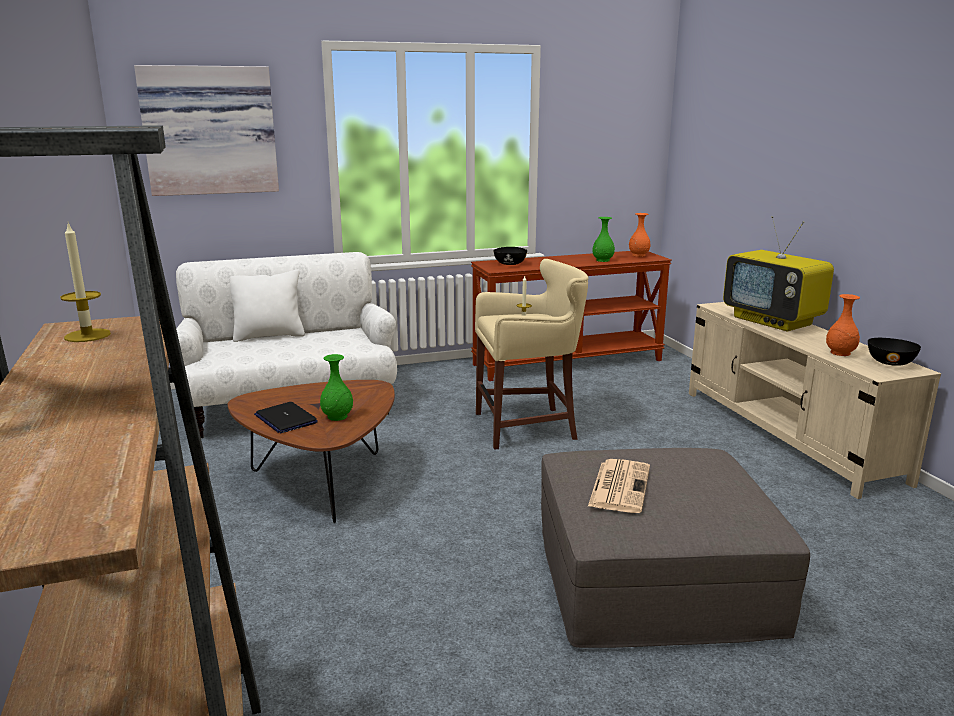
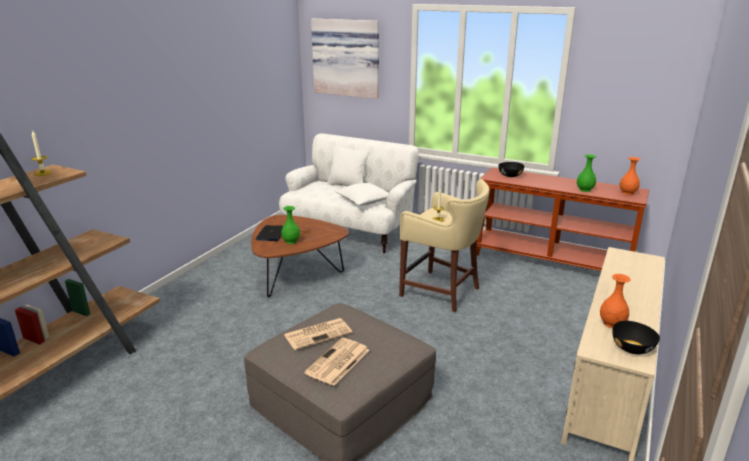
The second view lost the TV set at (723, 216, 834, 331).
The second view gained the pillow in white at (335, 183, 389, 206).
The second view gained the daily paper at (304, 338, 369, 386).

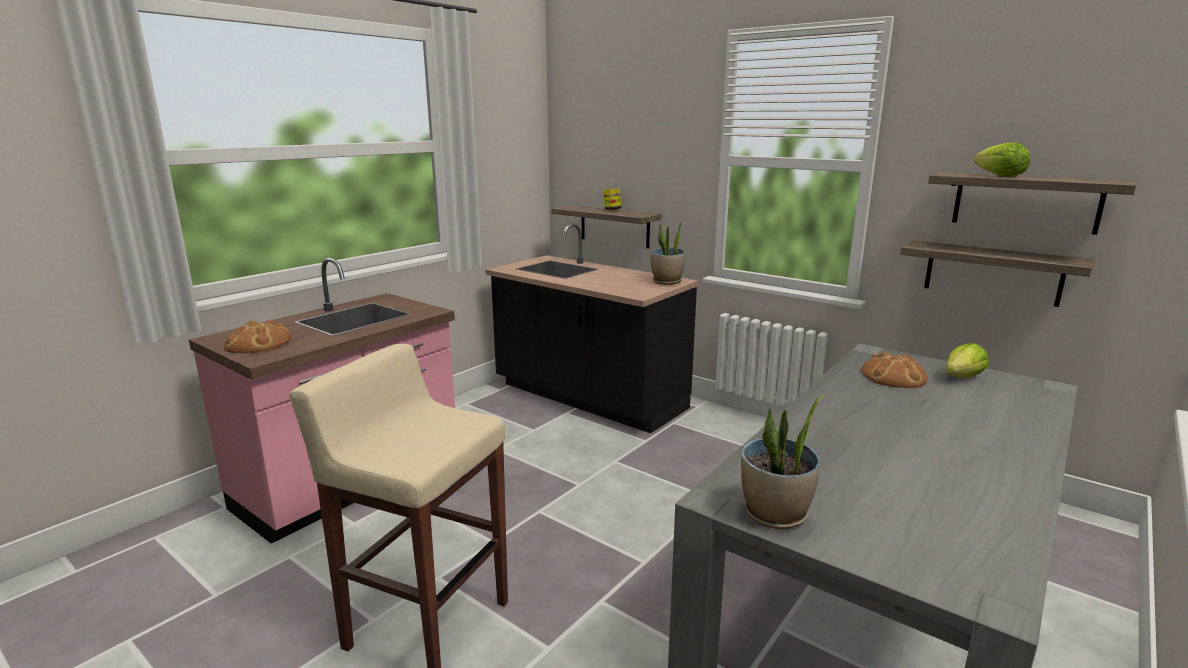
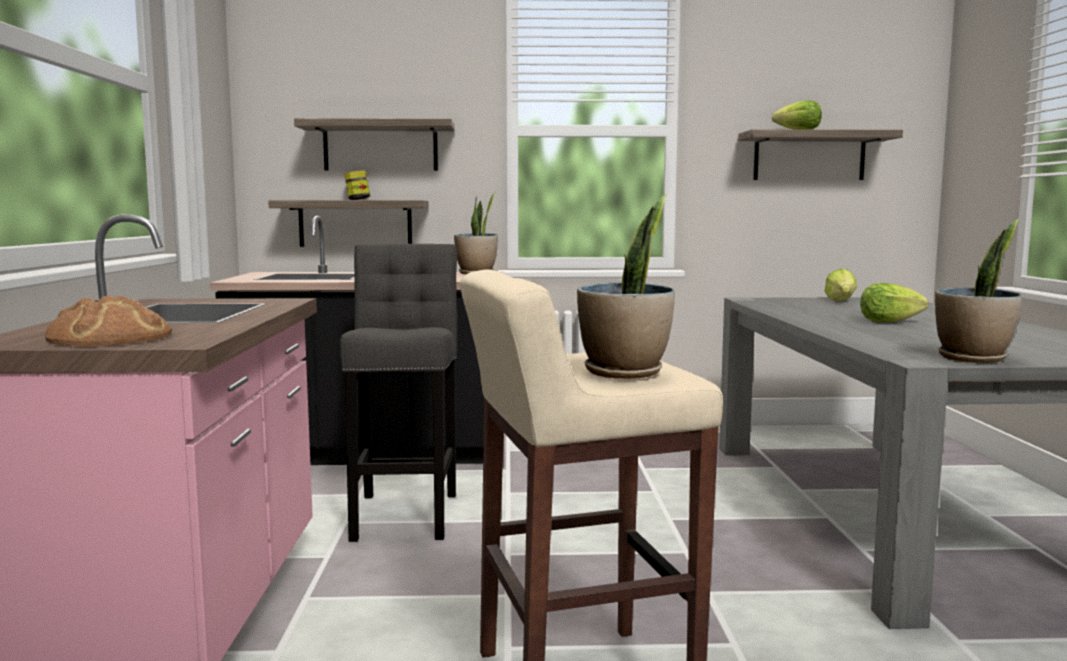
The bracket shelf ended up elsewhere, having gone from (900, 240, 1094, 307) to (294, 118, 455, 171).
The second view lost the baked bread at (862, 352, 928, 388).
The second view gained the plant in a pot at (577, 194, 675, 379).
The second view gained the stool in grey at (340, 244, 457, 542).
The second view gained the lettuce at (860, 283, 928, 322).

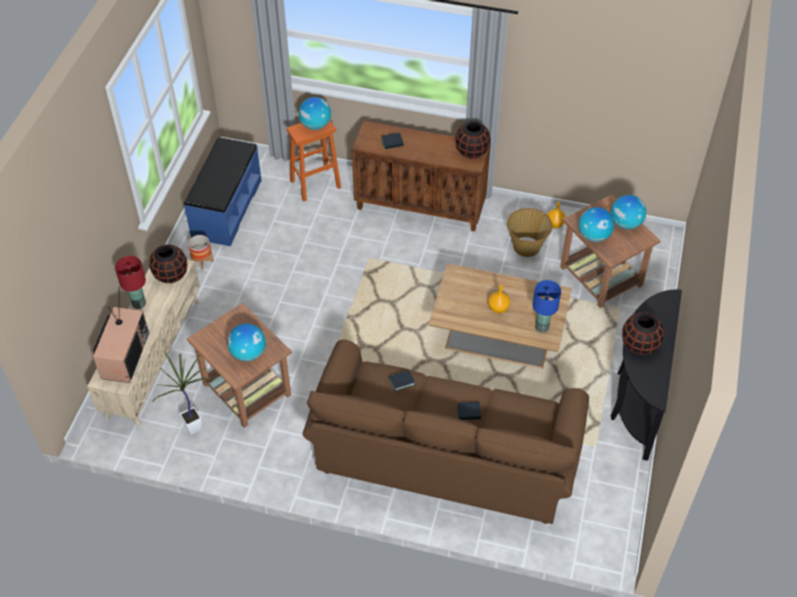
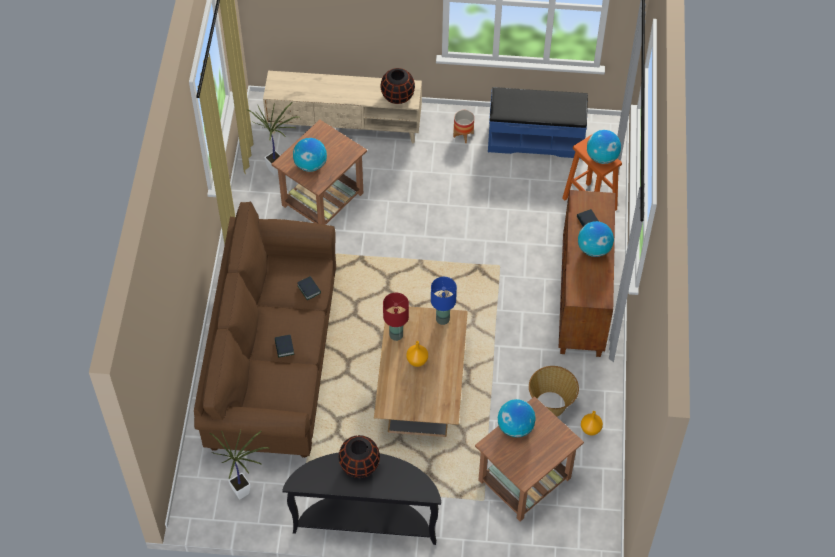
The second view lost the vase in black at (455, 121, 491, 159).
The world globe ended up elsewhere, having gone from (611, 195, 646, 230) to (578, 221, 614, 257).
The lamp for a table in red-coloured ended up elsewhere, having gone from (115, 256, 146, 309) to (383, 293, 409, 341).
The lamp for a table in blue ended up elsewhere, having gone from (533, 280, 561, 333) to (431, 277, 457, 325).
The second view lost the TV set at (93, 286, 149, 383).
The second view gained the plant in a pot at (210, 430, 269, 499).

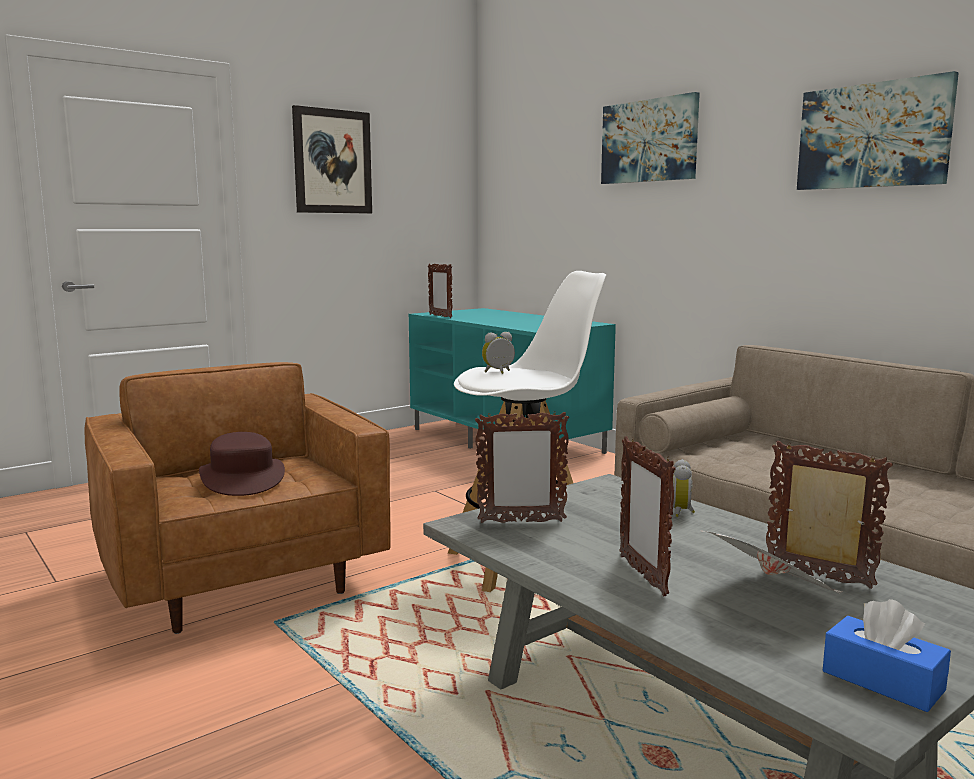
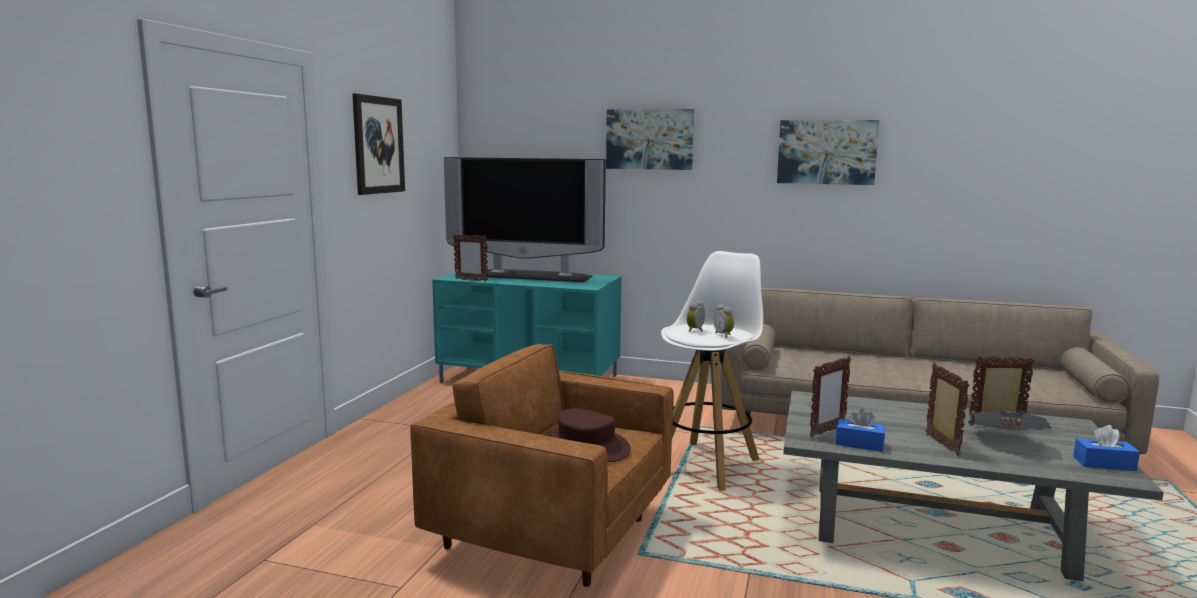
The picture frame at (619, 436, 675, 596) ended up facing another way, 135 degrees counterclockwise from before.
The alarm clock ended up elsewhere, having gone from (673, 459, 695, 517) to (713, 304, 734, 338).
The second view gained the TV set at (444, 157, 606, 282).
The second view gained the tissue box in blue at (836, 408, 885, 452).

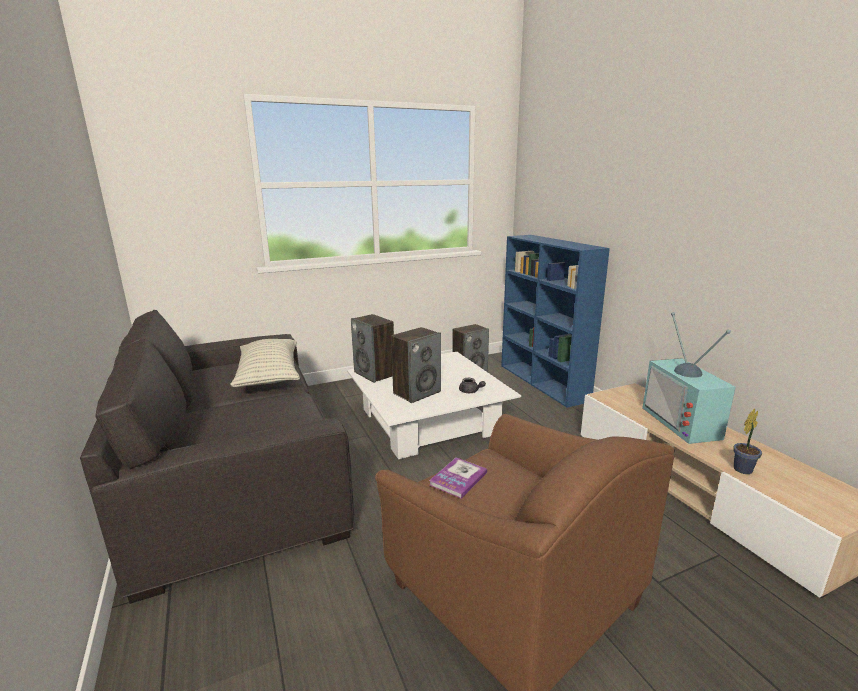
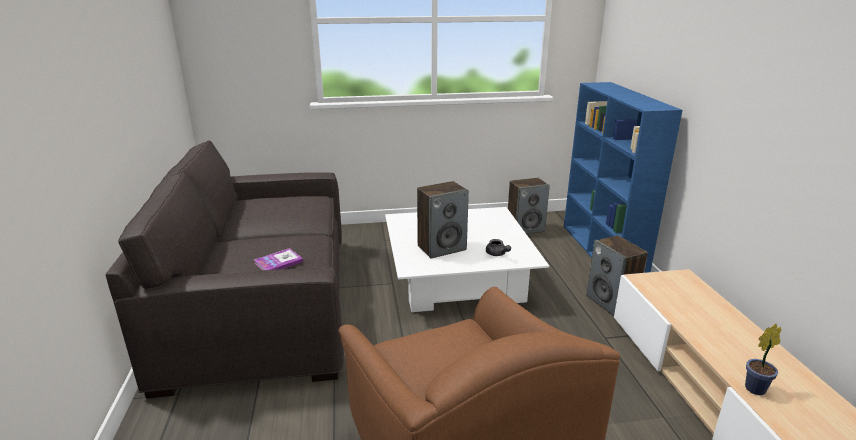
The second view lost the TV set at (642, 312, 736, 444).
The speaker ended up elsewhere, having gone from (351, 314, 394, 383) to (587, 235, 648, 316).
The second view lost the pillow at (230, 339, 300, 387).
The book ended up elsewhere, having gone from (429, 457, 487, 499) to (254, 248, 303, 270).

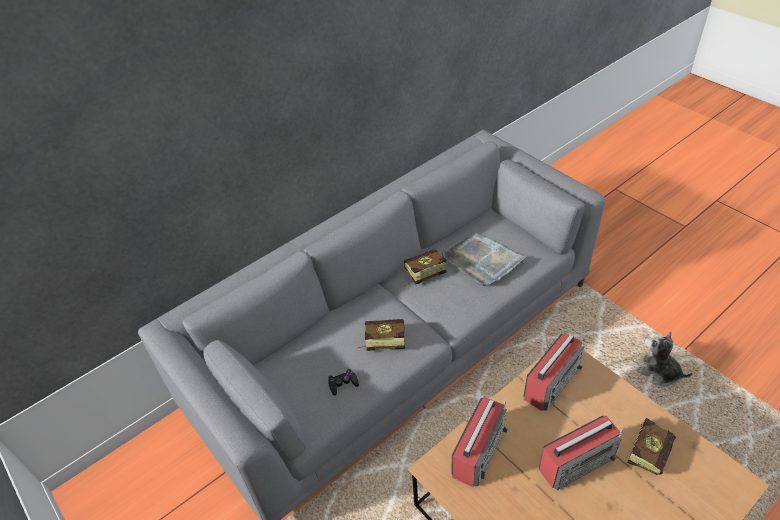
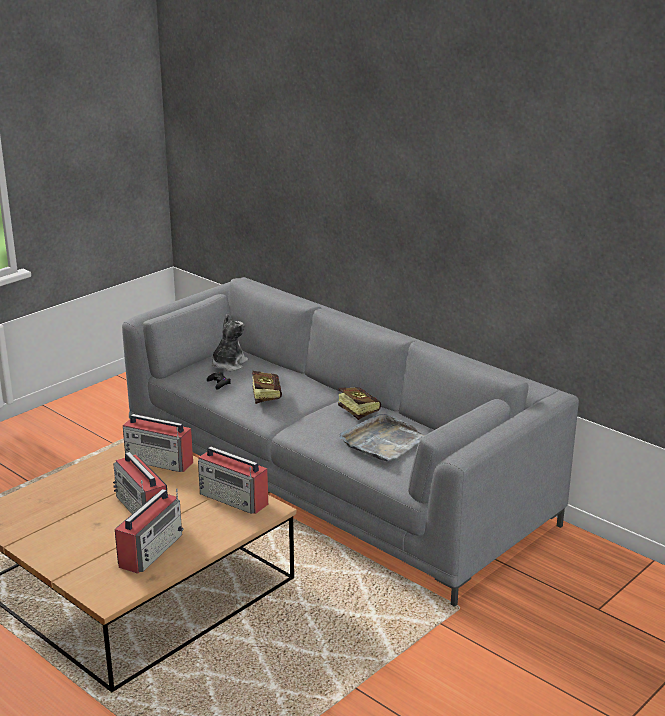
The plush toy ended up elsewhere, having gone from (637, 331, 693, 386) to (212, 314, 248, 371).
Where the book stood at (628, 418, 676, 475), the radio came to stand at (115, 488, 184, 574).

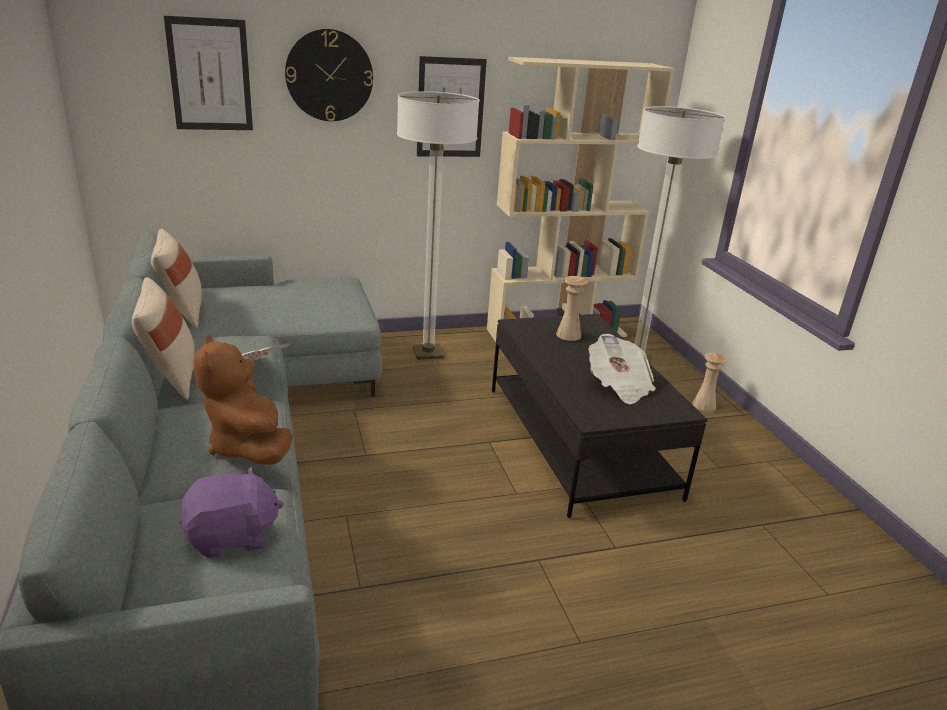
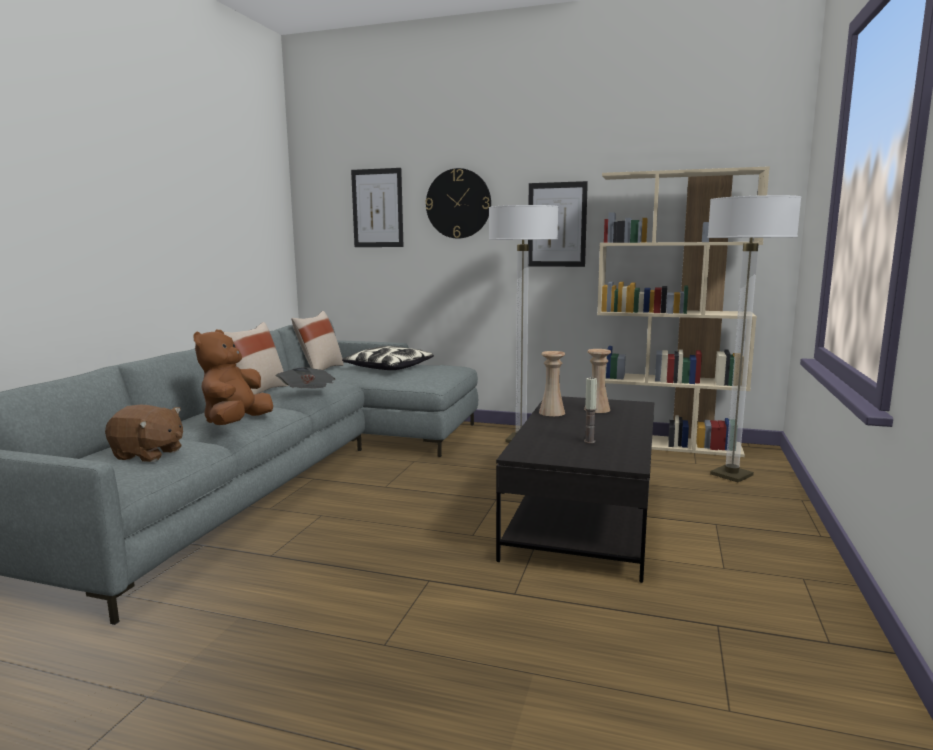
Where the daily paper stood at (588, 334, 656, 404), the wax candle came to stand at (584, 378, 597, 443).
The vase in sand-coloured ended up elsewhere, having gone from (692, 353, 727, 412) to (539, 351, 565, 416).
What was the plush toy in purple-coloured at (179, 466, 284, 558) turned into the plush toy in brown at (105, 405, 183, 462).
The second view gained the pillow at (342, 346, 434, 370).

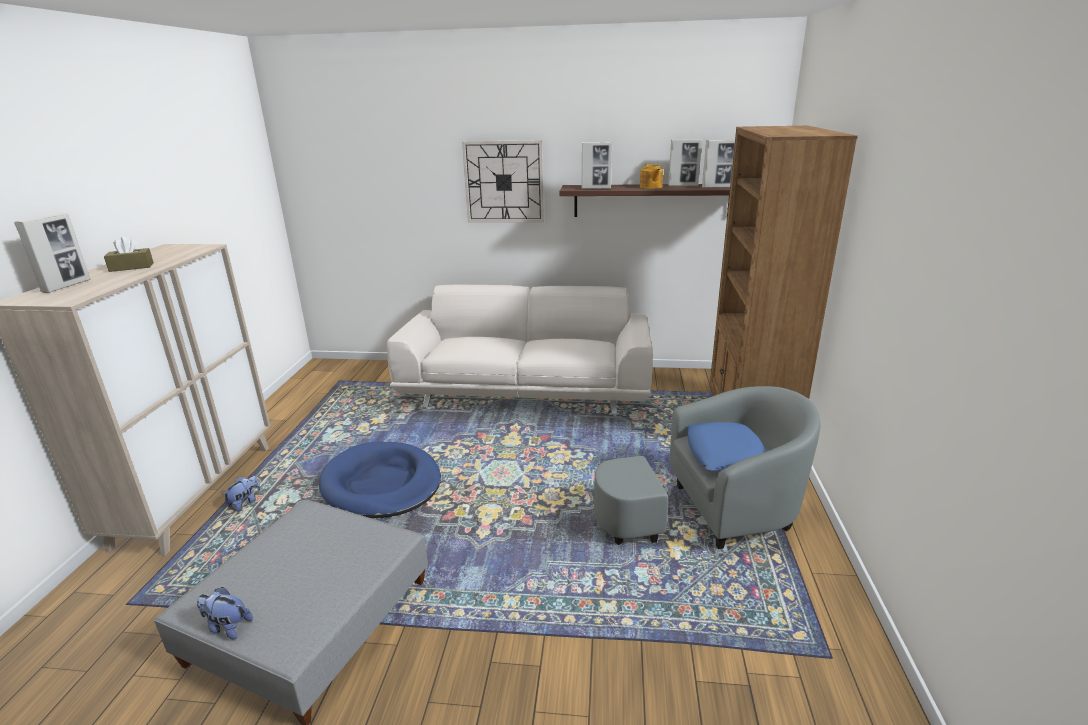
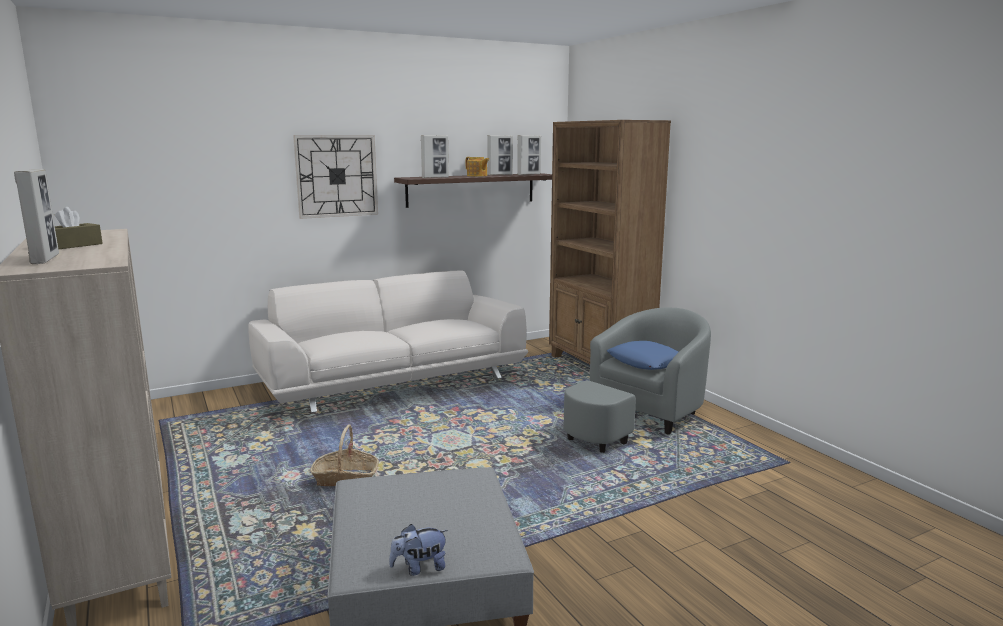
Where the dog bed in blue stood at (319, 442, 441, 518), the basket came to stand at (310, 424, 379, 486).
The second view lost the plush toy at (223, 475, 261, 512).

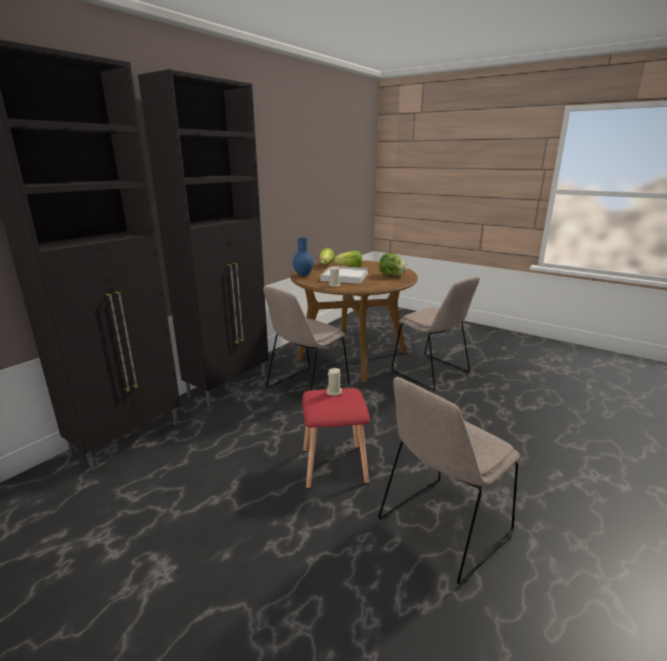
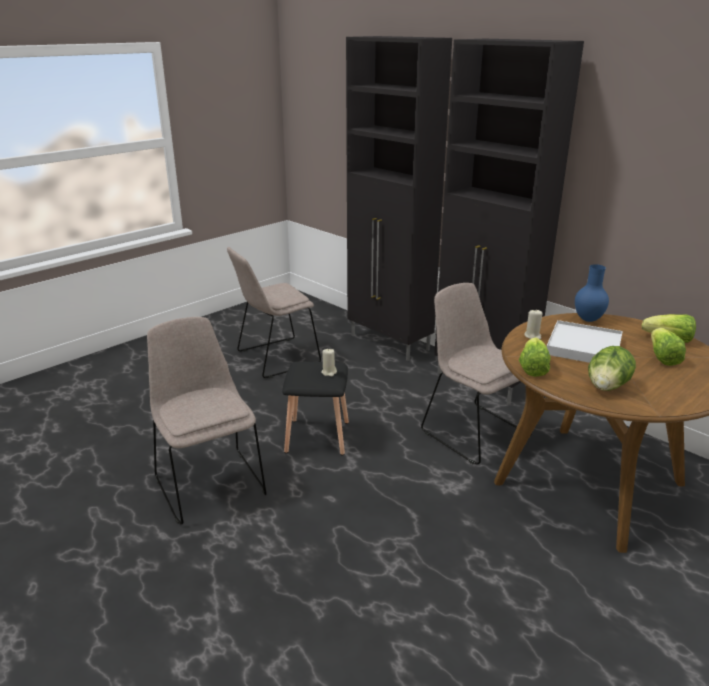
The chair in sand-coloured ended up elsewhere, having gone from (391, 276, 480, 390) to (227, 247, 321, 378).
What was the stool in red-coloured at (302, 388, 370, 489) turned into the stool in black at (282, 362, 349, 456).
The second view gained the lettuce at (519, 338, 551, 377).

